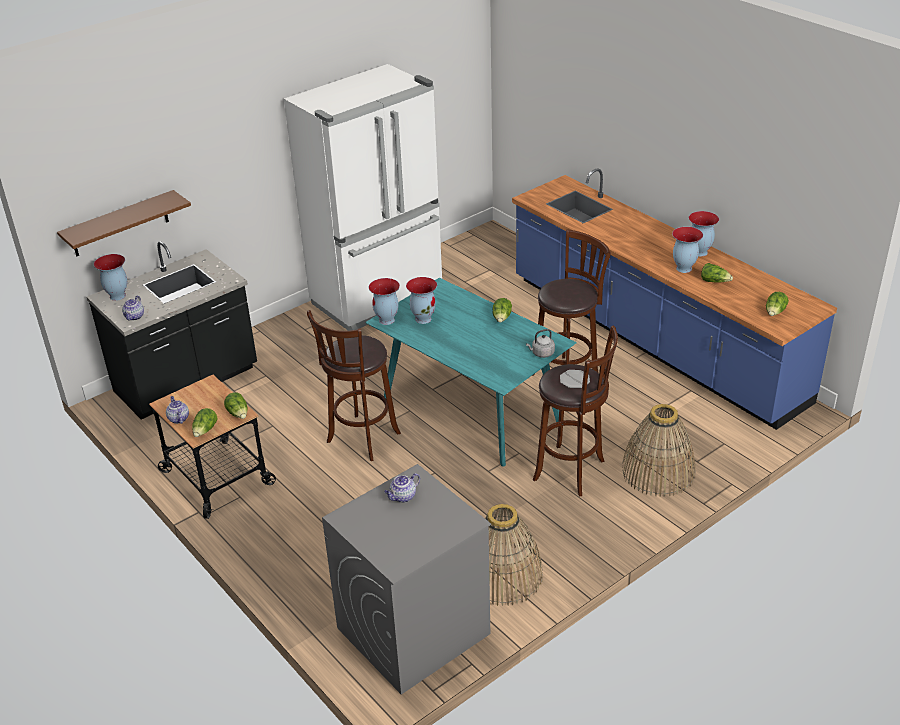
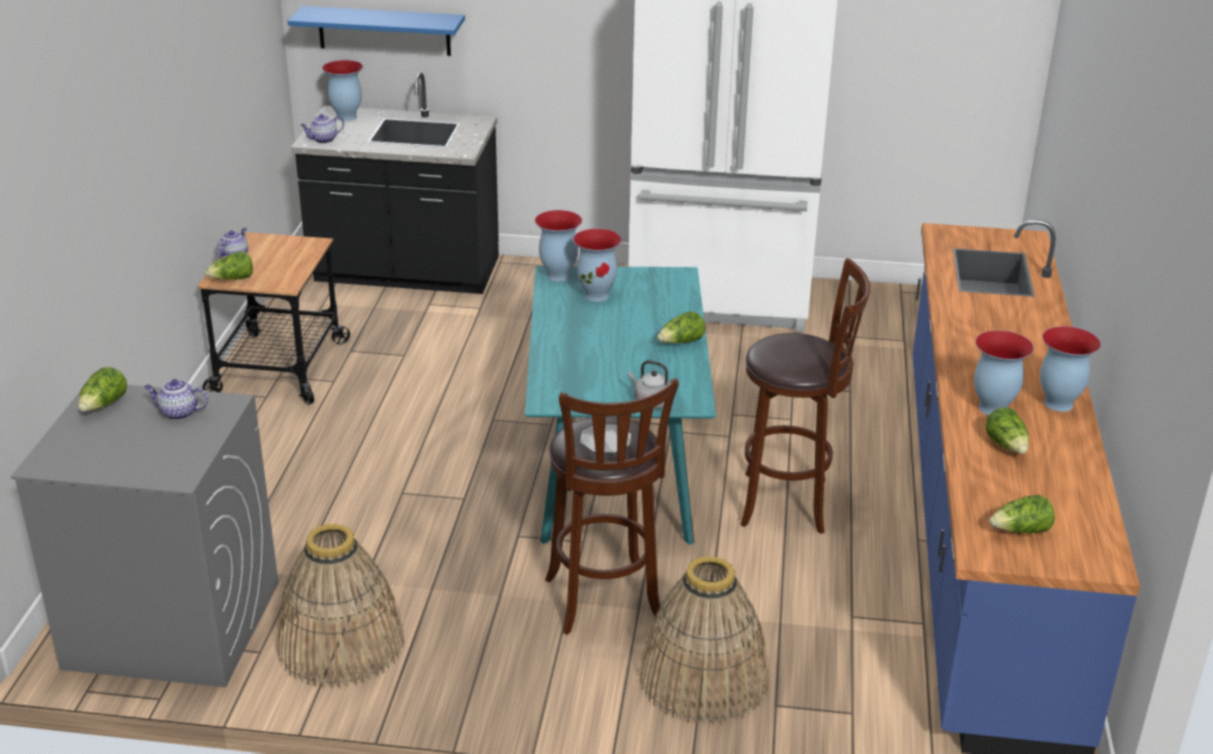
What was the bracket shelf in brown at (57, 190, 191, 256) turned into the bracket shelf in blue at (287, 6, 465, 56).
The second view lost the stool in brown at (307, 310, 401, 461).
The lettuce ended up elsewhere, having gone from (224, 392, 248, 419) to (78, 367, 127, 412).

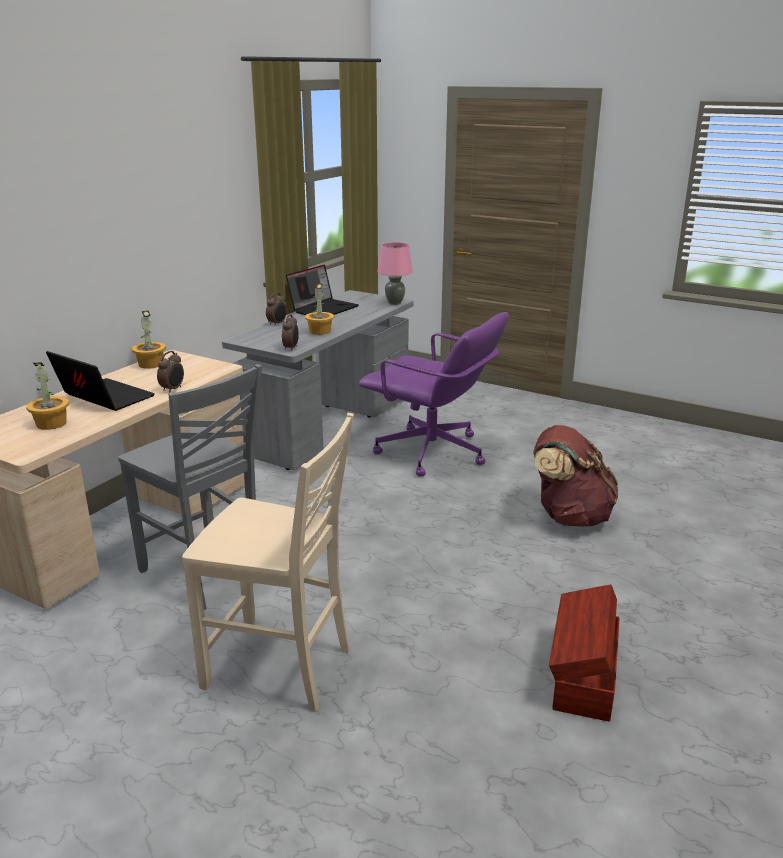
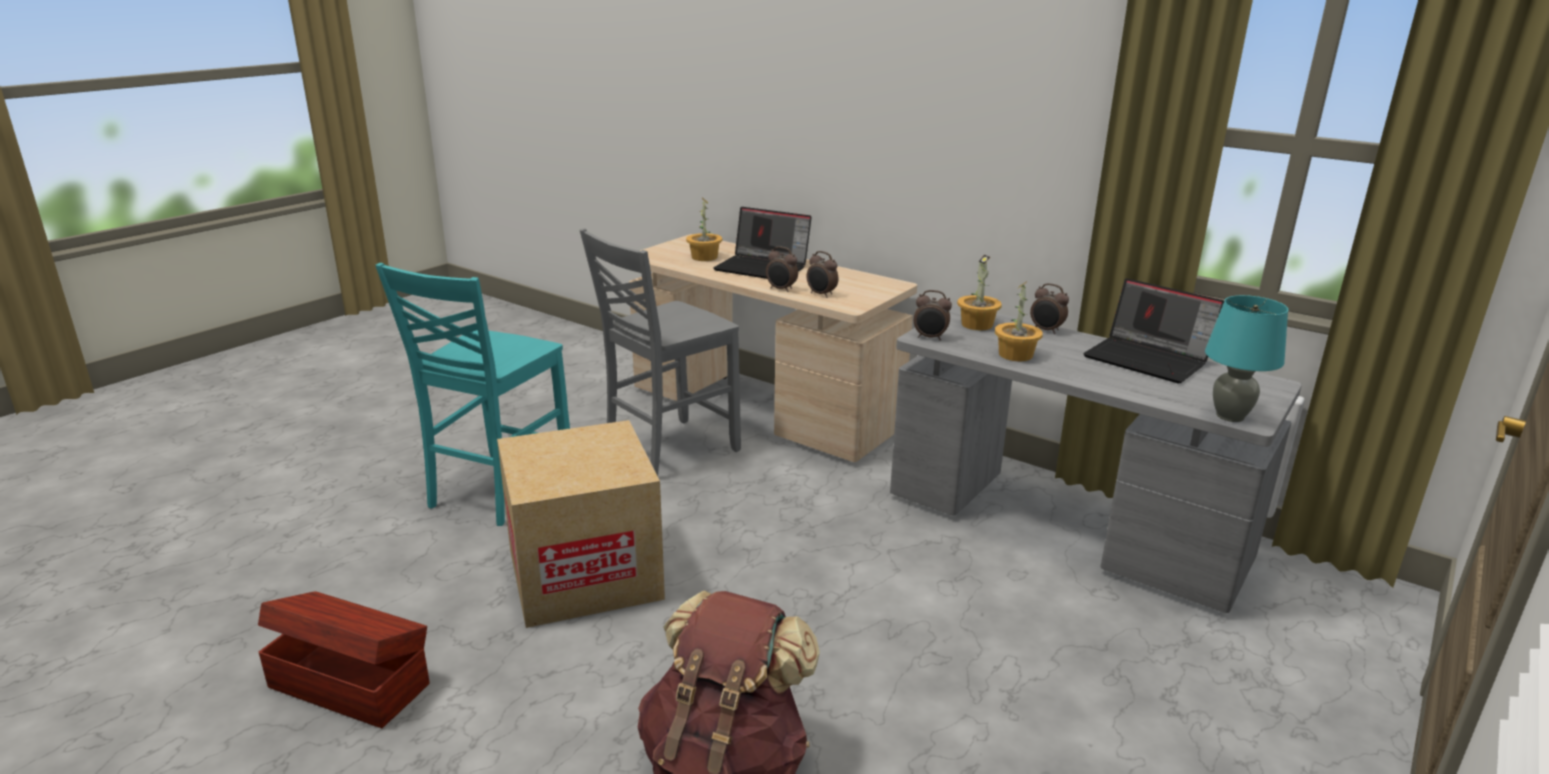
What was the lamp for a table in pink at (377, 242, 413, 305) turned into the lamp for a table in turquoise-coloured at (1205, 295, 1288, 422).
The plant in a pot ended up elsewhere, having gone from (132, 310, 166, 369) to (957, 255, 1002, 331).
The second view lost the computer chair in purple-coloured at (359, 312, 509, 477).
The portable computer at (46, 351, 155, 411) ended up facing another way, 75 degrees clockwise from before.
What was the chair in sand-coloured at (182, 413, 354, 712) turned into the chair in turquoise-coloured at (375, 263, 570, 526).
The second view gained the alarm clock at (807, 251, 839, 298).
The second view gained the cardboard box at (497, 420, 665, 628).

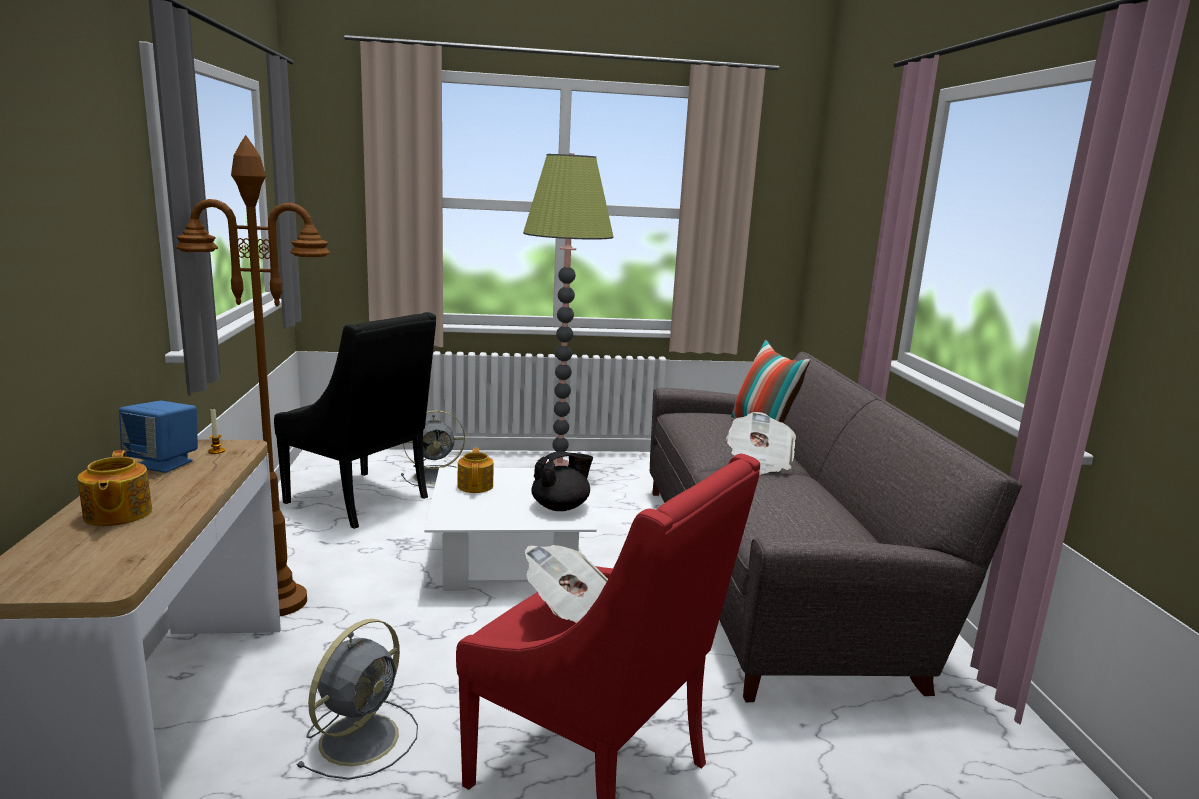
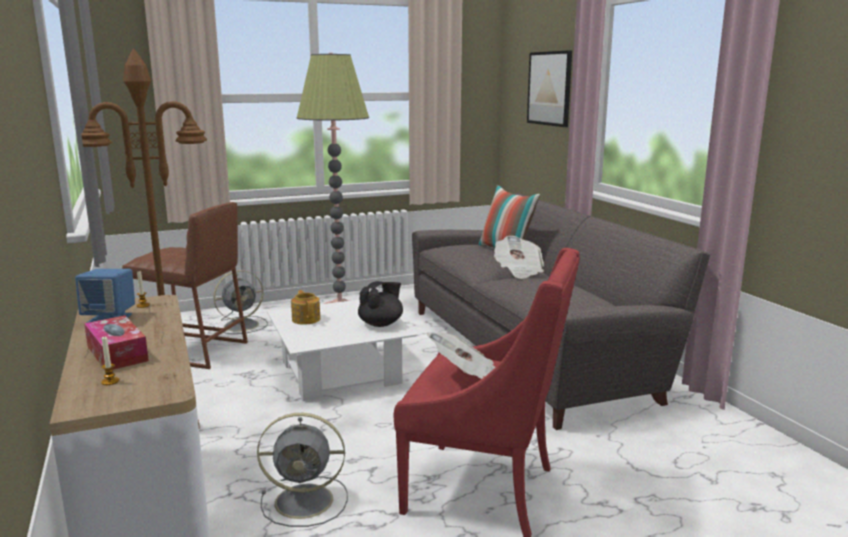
Where the easy chair in black stood at (274, 312, 436, 529), the stool in brown came to stand at (122, 202, 248, 369).
Where the tea pot stood at (78, 450, 152, 526), the tissue box came to stand at (84, 315, 149, 370).
The electric fan in grey at (296, 619, 418, 780) ended up facing another way, 75 degrees clockwise from before.
The second view gained the wall picture at (527, 50, 572, 127).
The second view gained the wax candle at (101, 337, 119, 385).

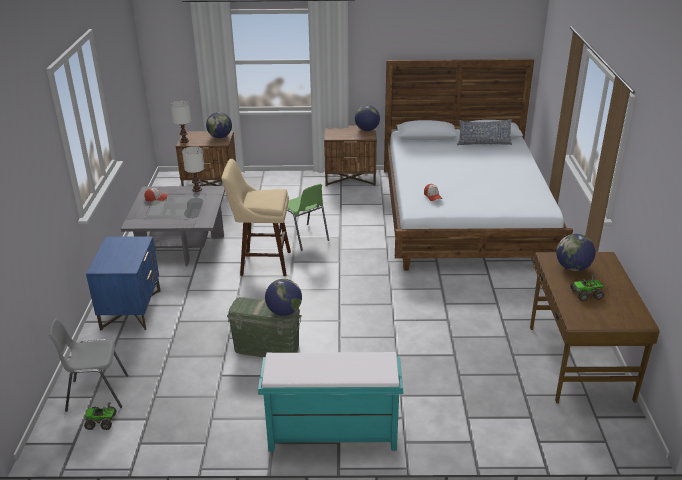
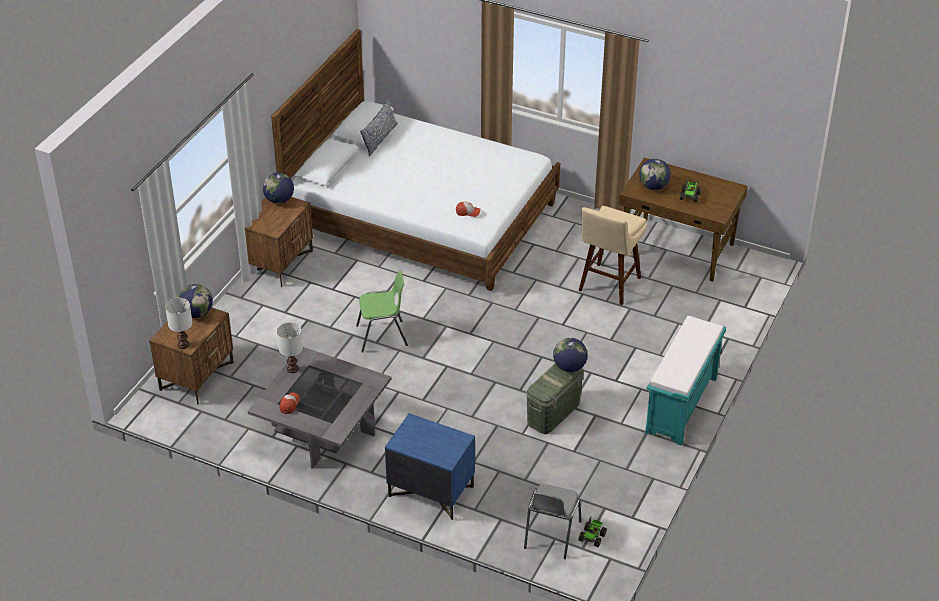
The stool in sand-coloured ended up elsewhere, having gone from (221, 159, 291, 276) to (579, 206, 647, 305).

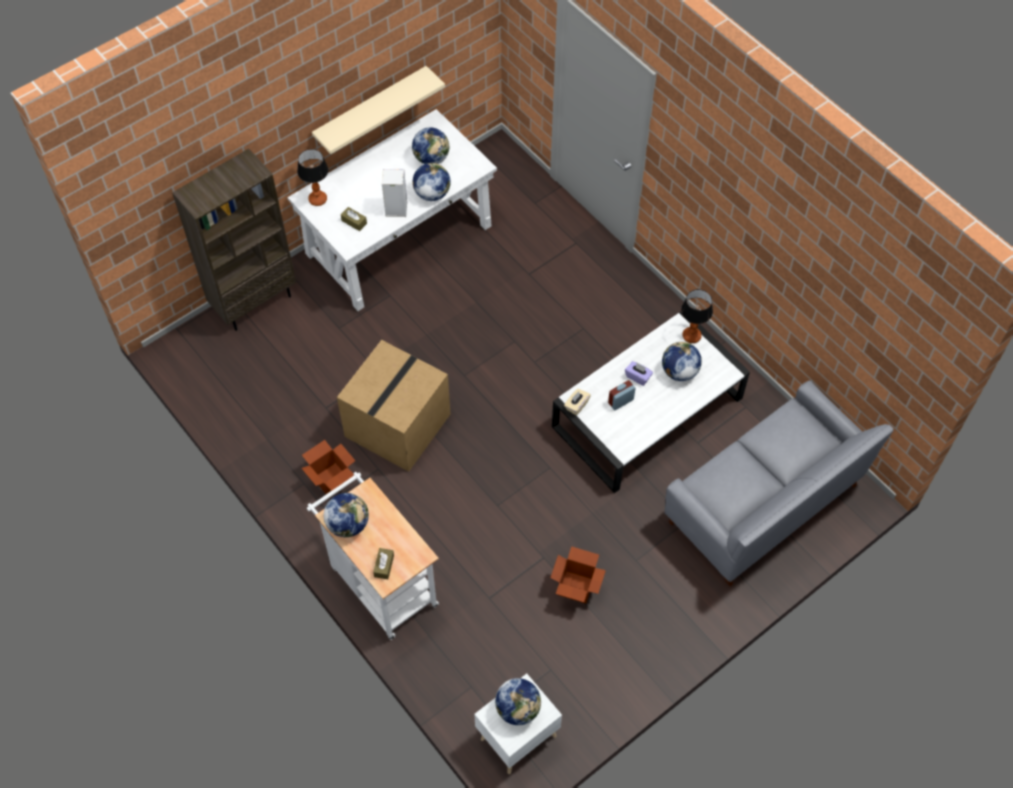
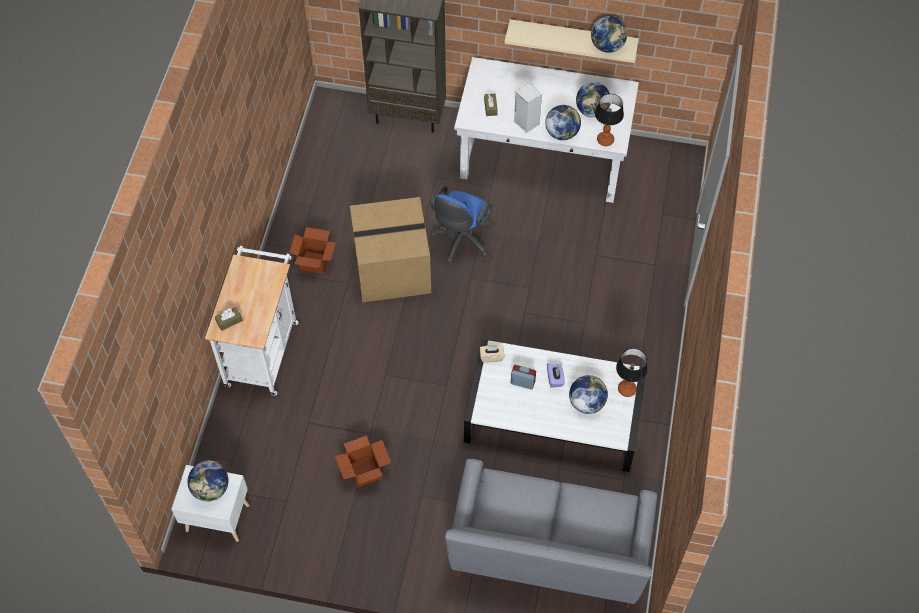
The lamp for a table ended up elsewhere, having gone from (297, 149, 328, 206) to (595, 94, 624, 146).
The world globe ended up elsewhere, having gone from (324, 493, 369, 537) to (591, 16, 627, 53).
The second view gained the computer chair in blue at (431, 185, 493, 263).

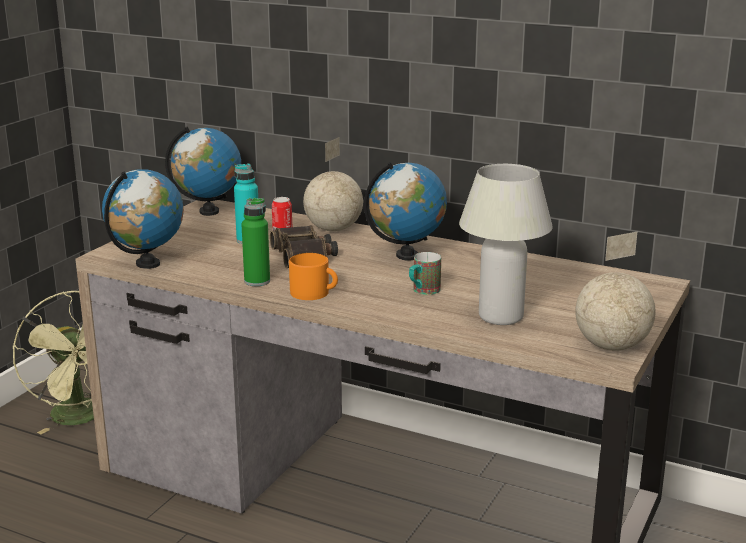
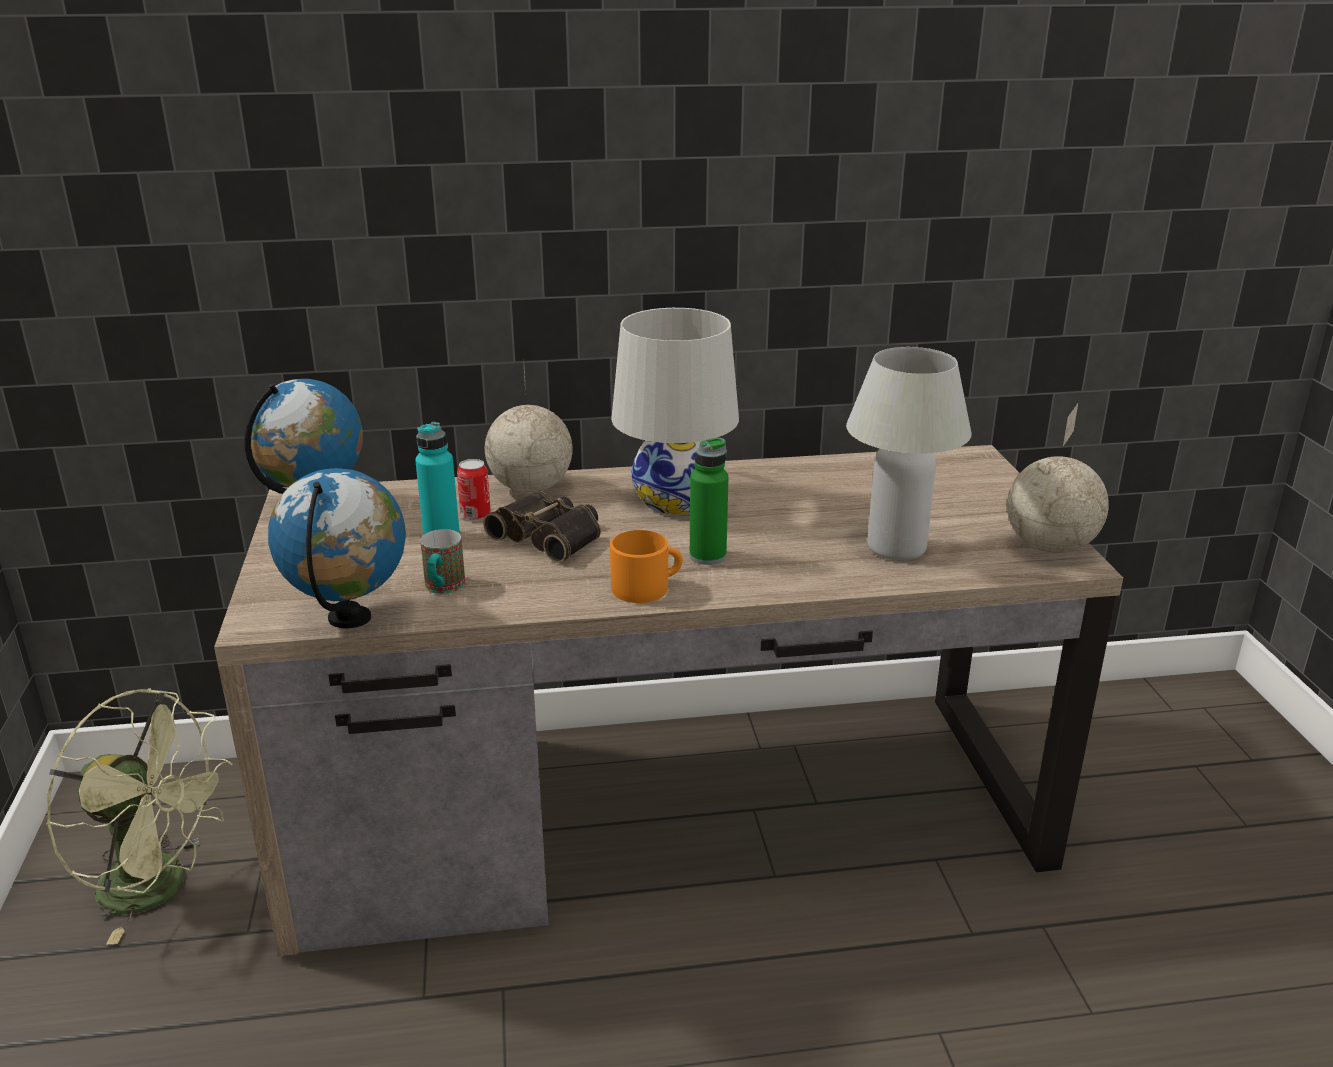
Where the world globe stood at (364, 162, 447, 261), the lamp for a table in white came to stand at (611, 308, 739, 514).
The drink bottle in green-coloured ended up elsewhere, having gone from (241, 198, 270, 286) to (690, 438, 729, 565).
The tea mug ended up elsewhere, having gone from (409, 252, 441, 295) to (420, 529, 465, 594).

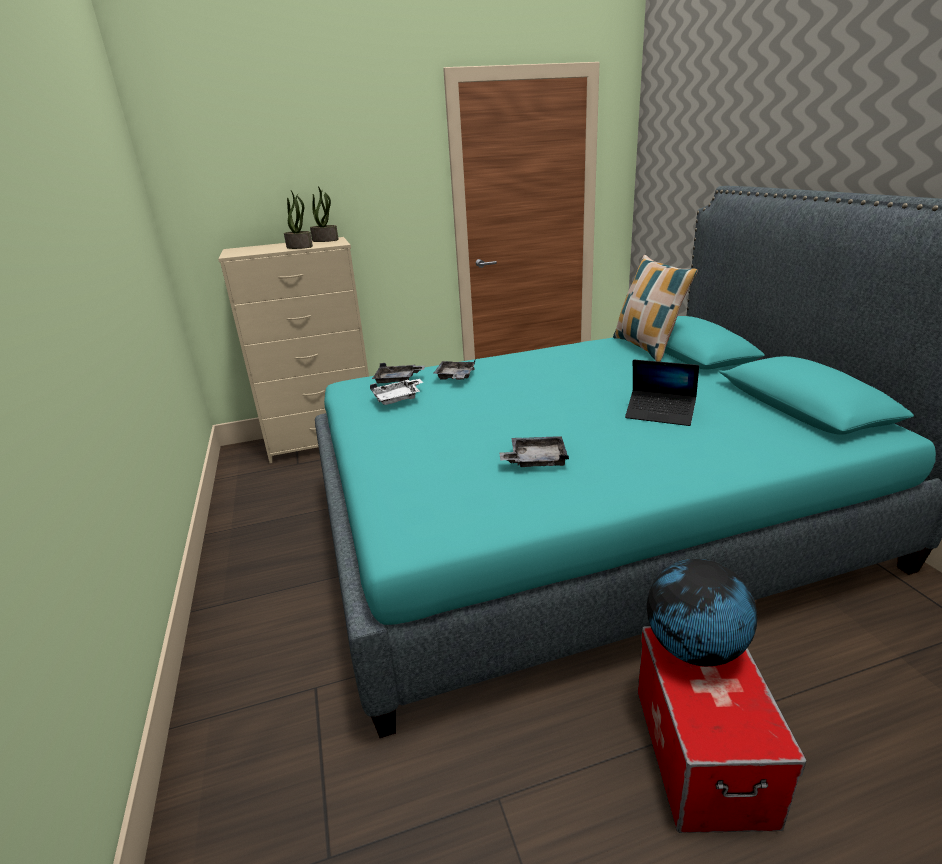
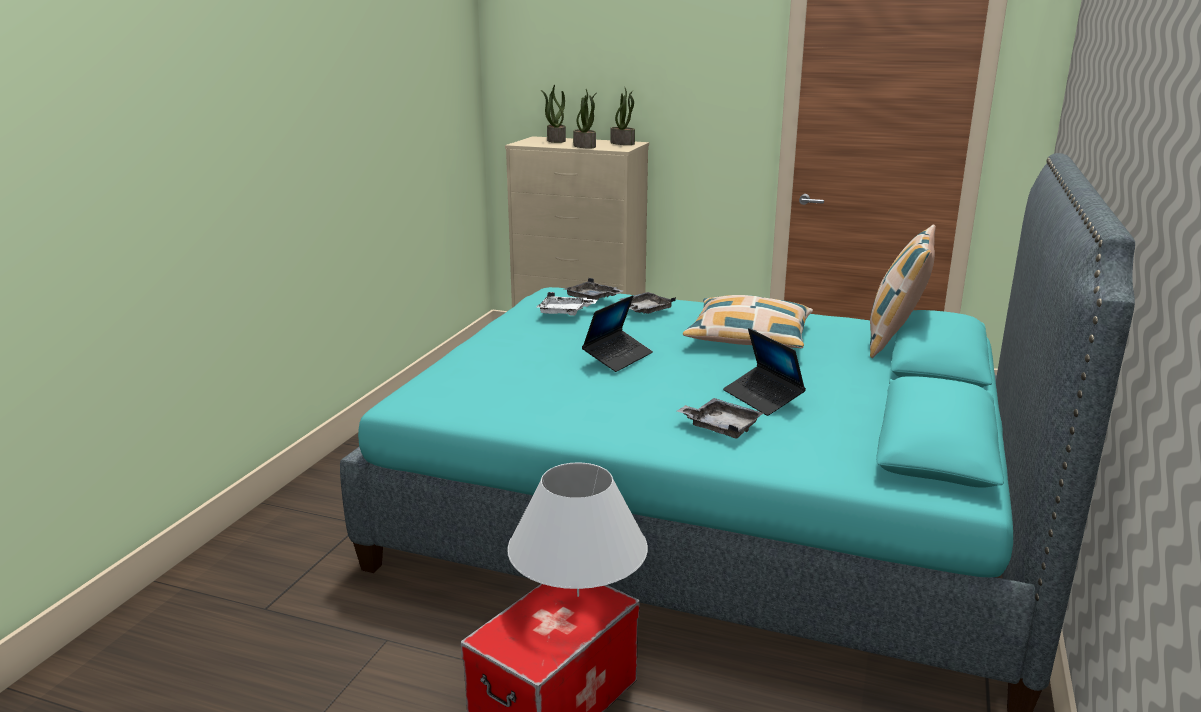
The carrying tray in grey ended up elsewhere, having gone from (499, 436, 569, 467) to (677, 398, 763, 438).
Where the world globe stood at (647, 559, 757, 666), the lamp for a table in white came to stand at (507, 463, 648, 597).
The second view gained the plant in a pot at (541, 85, 566, 143).
The second view gained the portable computer at (582, 295, 653, 372).
The second view gained the pillow at (683, 295, 813, 348).

